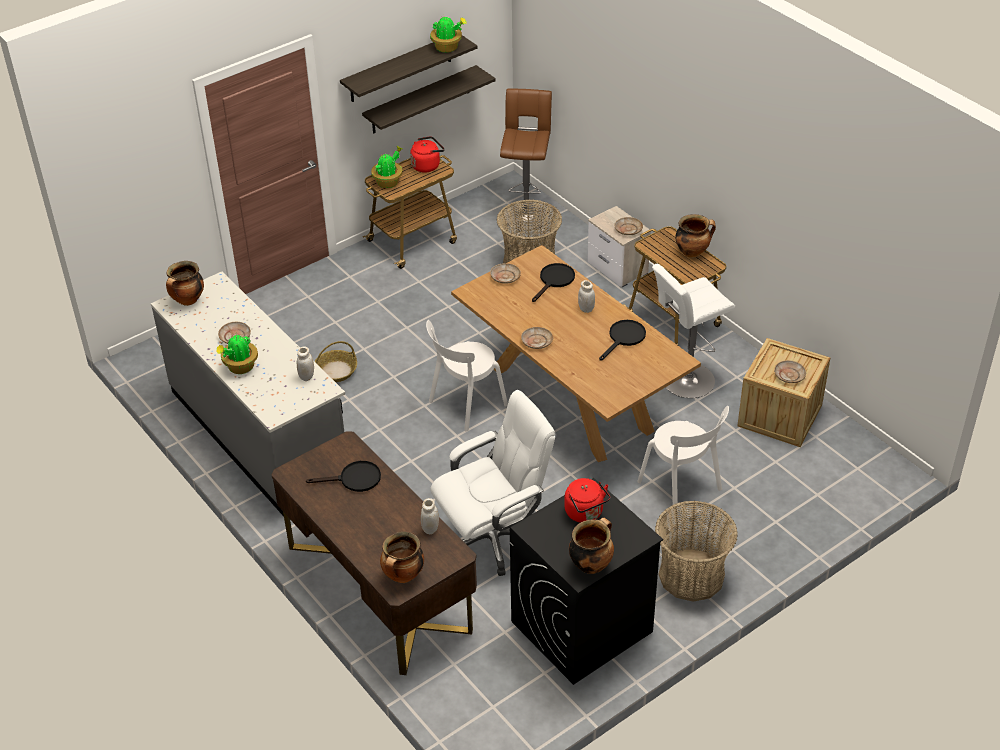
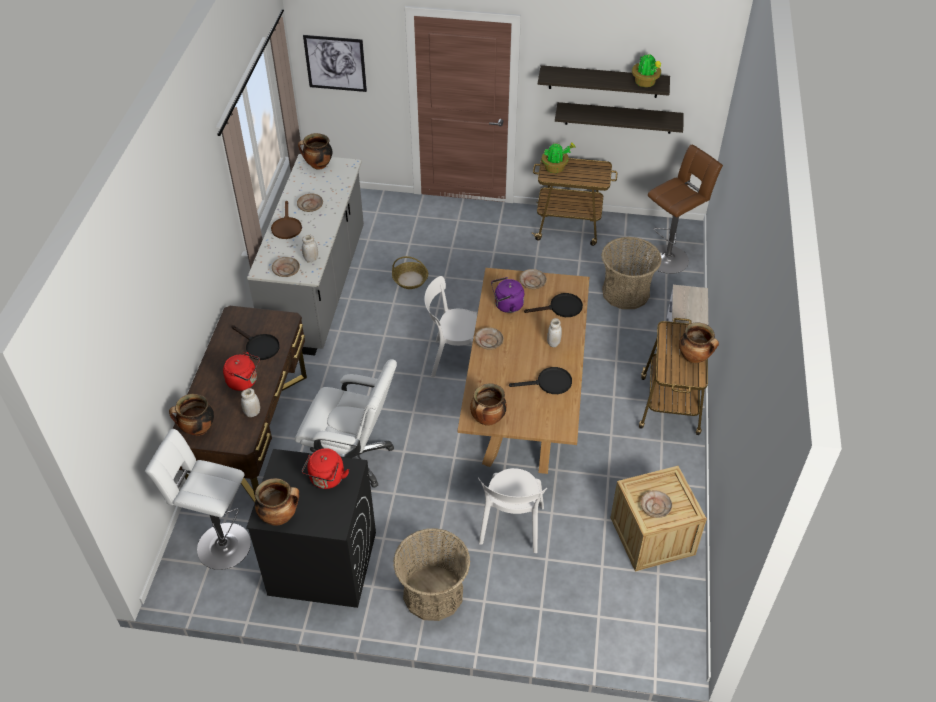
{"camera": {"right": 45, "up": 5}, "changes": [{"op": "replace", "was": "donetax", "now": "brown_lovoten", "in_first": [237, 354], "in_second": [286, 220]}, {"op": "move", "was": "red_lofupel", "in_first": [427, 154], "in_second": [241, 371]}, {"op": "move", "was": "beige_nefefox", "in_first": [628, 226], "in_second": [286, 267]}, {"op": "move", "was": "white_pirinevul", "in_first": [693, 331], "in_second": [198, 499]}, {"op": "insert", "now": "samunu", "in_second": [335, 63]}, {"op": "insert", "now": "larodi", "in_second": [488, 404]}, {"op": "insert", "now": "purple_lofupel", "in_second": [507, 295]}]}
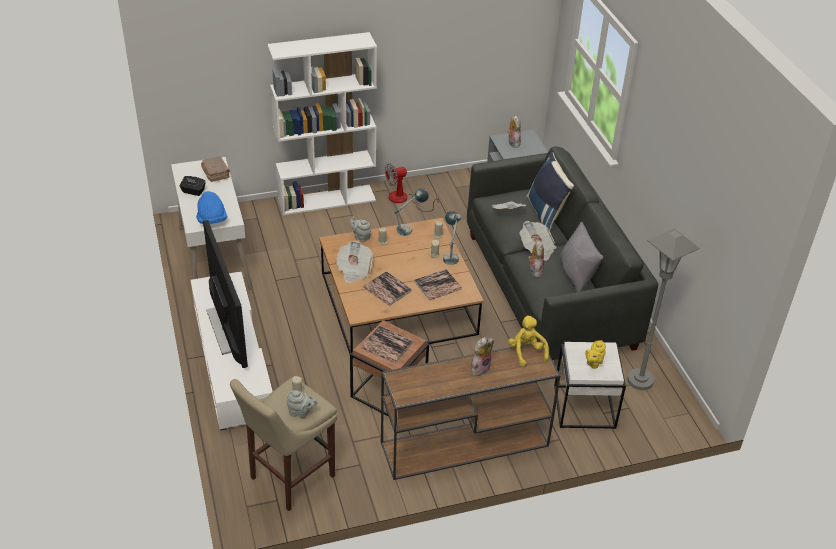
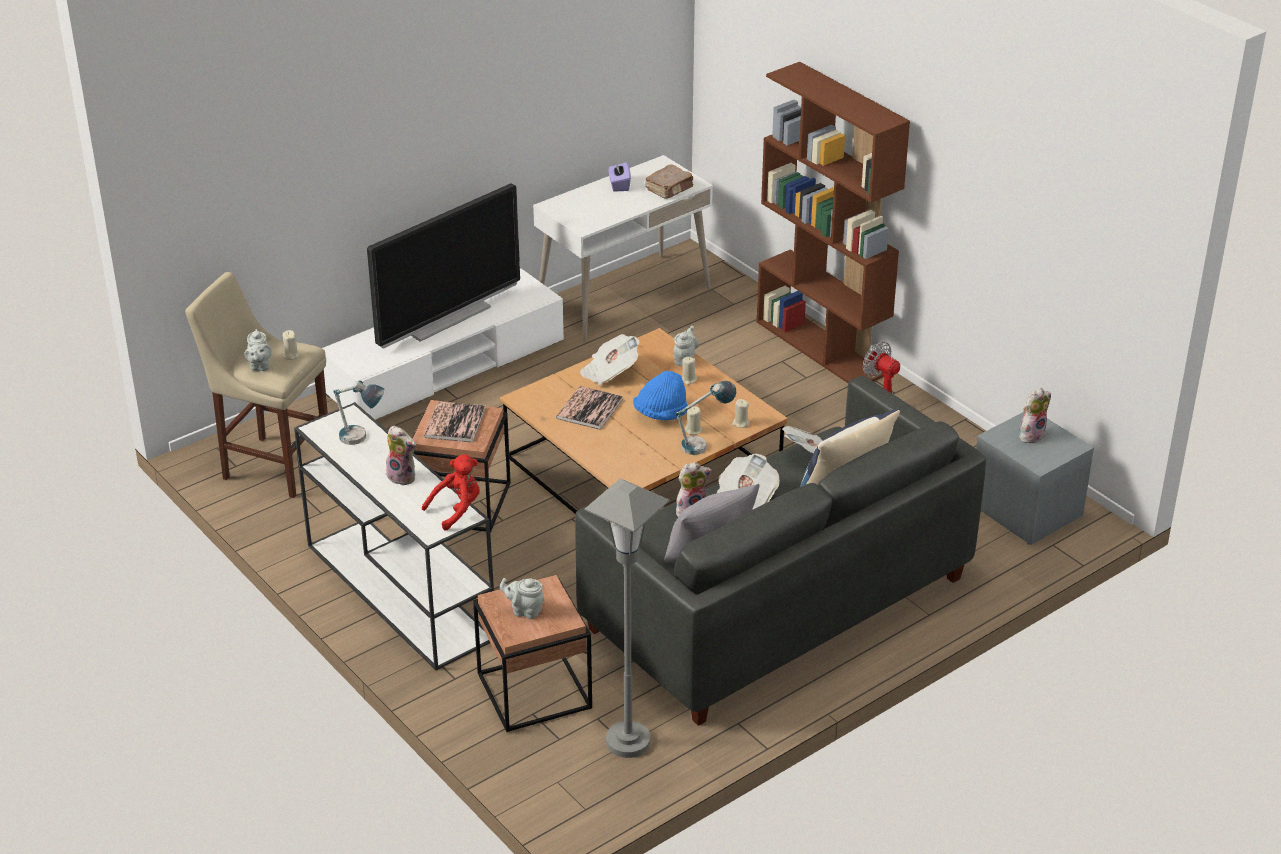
{"camera": {"right": 70, "up": -5}, "changes": [{"op": "recolor", "was": "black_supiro", "now": "purple_supiro", "in_first": [193, 186], "in_second": [619, 176]}, {"op": "move", "was": "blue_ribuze", "in_first": [211, 207], "in_second": [660, 395]}, {"op": "recolor", "was": "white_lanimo", "now": "brown_lanimo", "in_first": [322, 123], "in_second": [833, 222]}, {"op": "recolor", "was": "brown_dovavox", "now": "white_dovavox", "in_first": [470, 410], "in_second": [394, 536]}, {"op": "move", "was": "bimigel", "in_first": [411, 212], "in_second": [358, 413]}, {"op": "delete", "was": "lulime", "in_first": [438, 284]}, {"op": "recolor", "was": "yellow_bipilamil", "now": "red_bipilamil", "in_first": [528, 341], "in_second": [451, 493]}, {"op": "recolor", "was": "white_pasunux", "now": "brown_pasunux", "in_first": [590, 385], "in_second": [532, 653]}, {"op": "recolor", "was": "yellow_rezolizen", "now": "grey_rezolizen", "in_first": [595, 354], "in_second": [522, 598]}]}
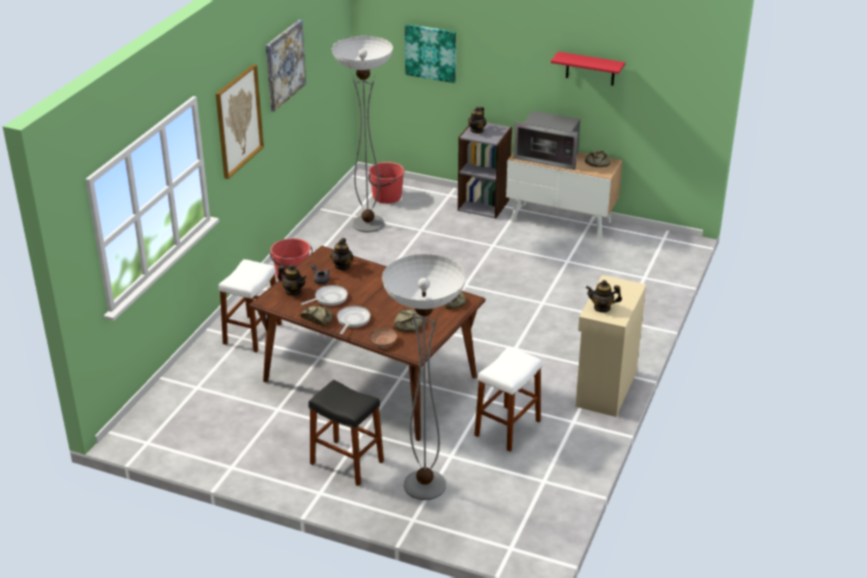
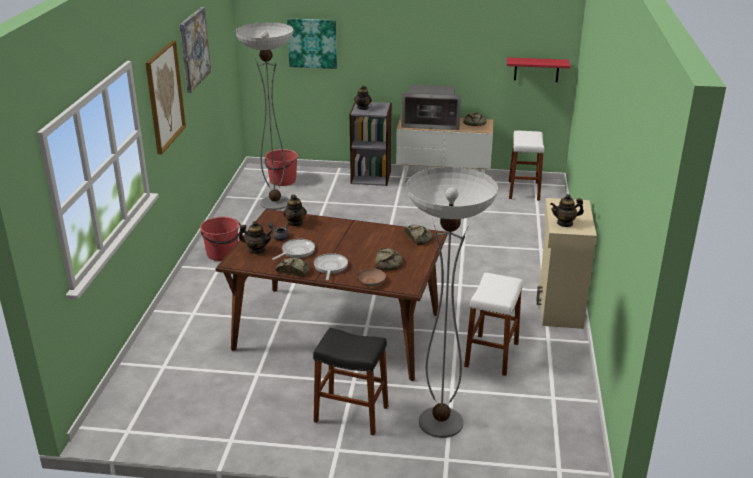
{"camera": {"right": -15, "up": -5}, "changes": [{"op": "move", "was": "white_pirinevul", "in_first": [250, 306], "in_second": [526, 166]}, {"op": "move", "was": "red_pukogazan", "in_first": [588, 69], "in_second": [538, 69]}]}
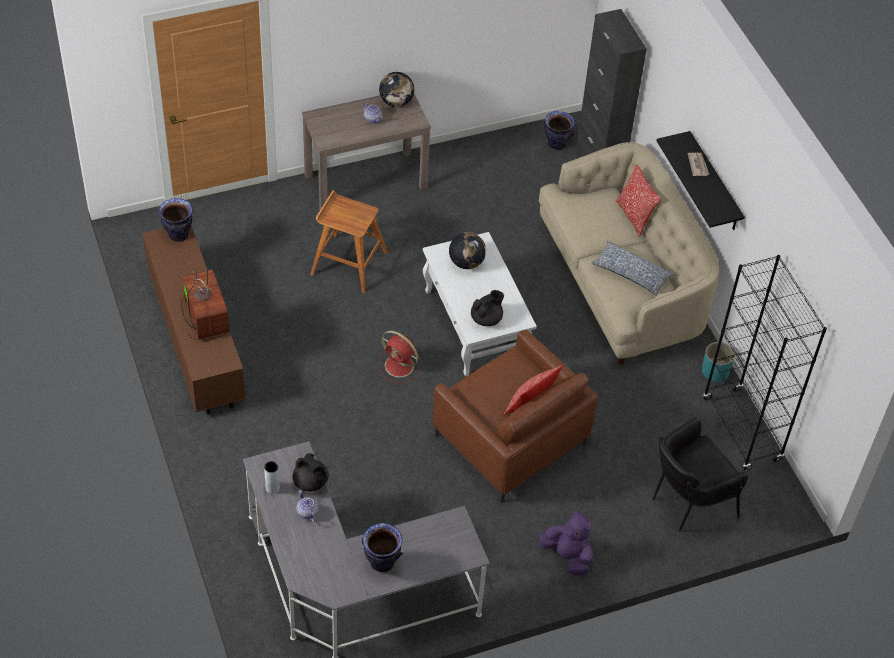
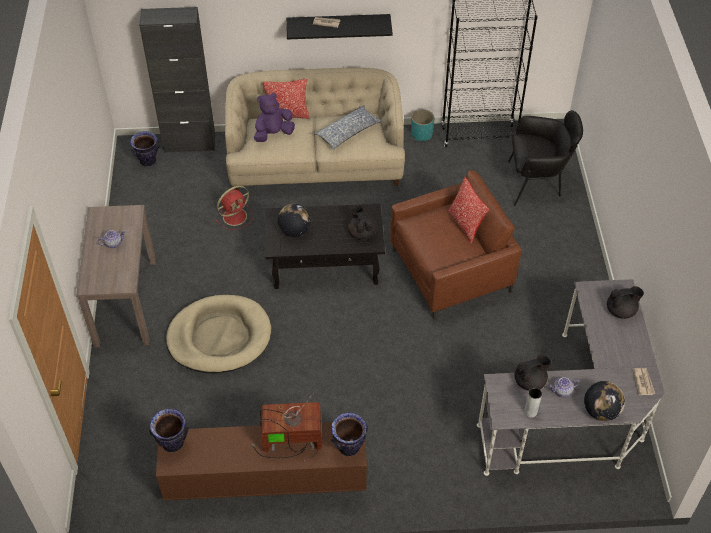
{"camera": {"right": -70, "up": 0}, "changes": [{"op": "replace", "was": "brown_pirinevul", "now": "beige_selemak", "in_first": [349, 241], "in_second": [218, 334]}, {"op": "move", "was": "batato", "in_first": [382, 547], "in_second": [349, 434]}, {"op": "move", "was": "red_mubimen", "in_first": [400, 357], "in_second": [234, 208]}, {"op": "move", "was": "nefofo", "in_first": [396, 89], "in_second": [604, 401]}, {"op": "recolor", "was": "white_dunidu", "now": "black_dunidu", "in_first": [480, 304], "in_second": [325, 246]}, {"op": "move", "was": "purple_bipilamil", "in_first": [566, 542], "in_second": [274, 117]}, {"op": "rotate", "was": "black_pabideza", "in_first": [700, 474], "in_second": [545, 158], "clockwise": -75}, {"op": "insert", "now": "black_rezolizen", "in_second": [625, 302]}, {"op": "insert", "now": "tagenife", "in_second": [643, 381]}]}
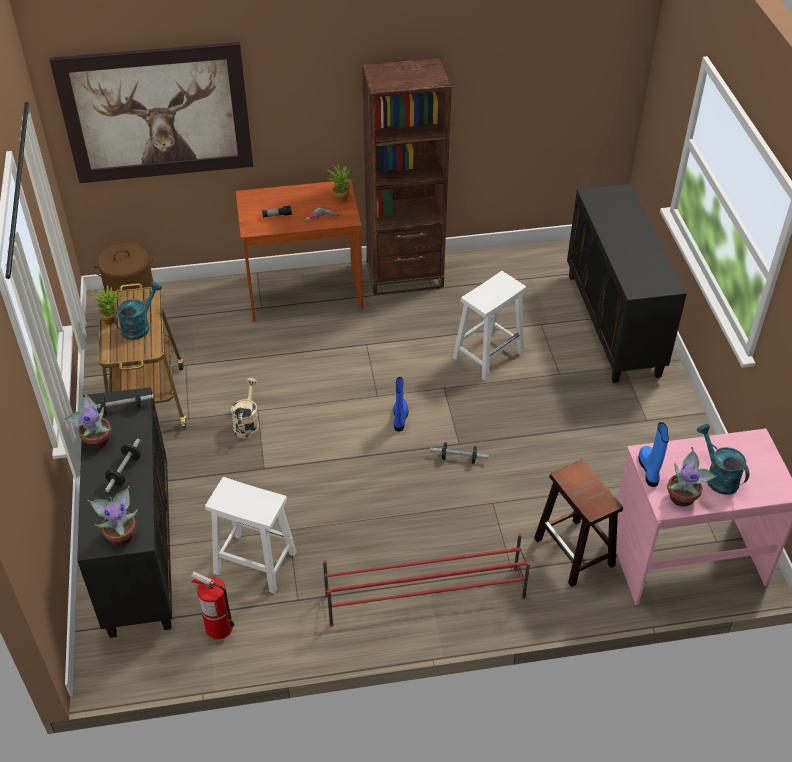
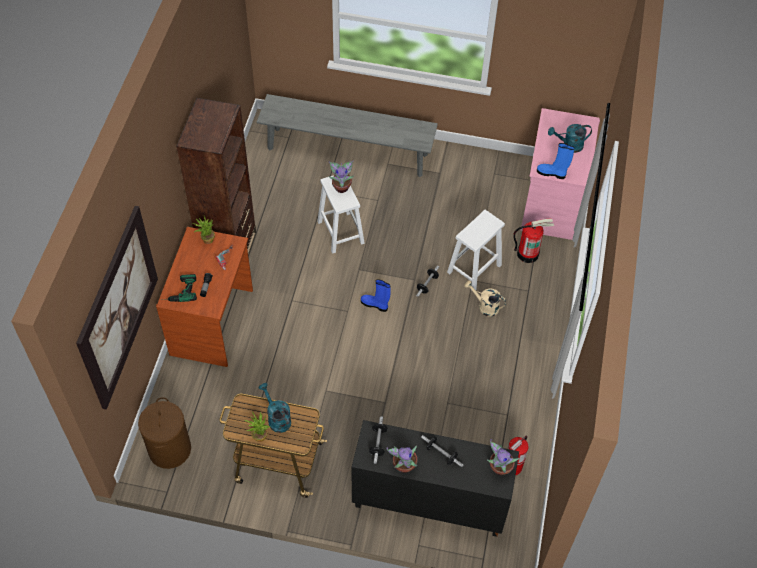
{"camera": {"right": -70, "up": 10}, "changes": [{"op": "move", "was": "white_pirinevul", "in_first": [251, 535], "in_second": [476, 250]}, {"op": "move", "was": "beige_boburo", "in_first": [245, 408], "in_second": [485, 298]}, {"op": "delete", "was": "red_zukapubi", "in_first": [426, 580]}, {"op": "replace", "was": "brown_pirinevul", "now": "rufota", "in_first": [578, 523], "in_second": [533, 241]}, {"op": "replace", "was": "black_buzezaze", "now": "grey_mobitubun", "in_first": [627, 283], "in_second": [347, 135]}, {"op": "move", "was": "donetax", "in_first": [692, 477], "in_second": [341, 176]}, {"op": "insert", "now": "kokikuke", "in_second": [179, 288]}]}
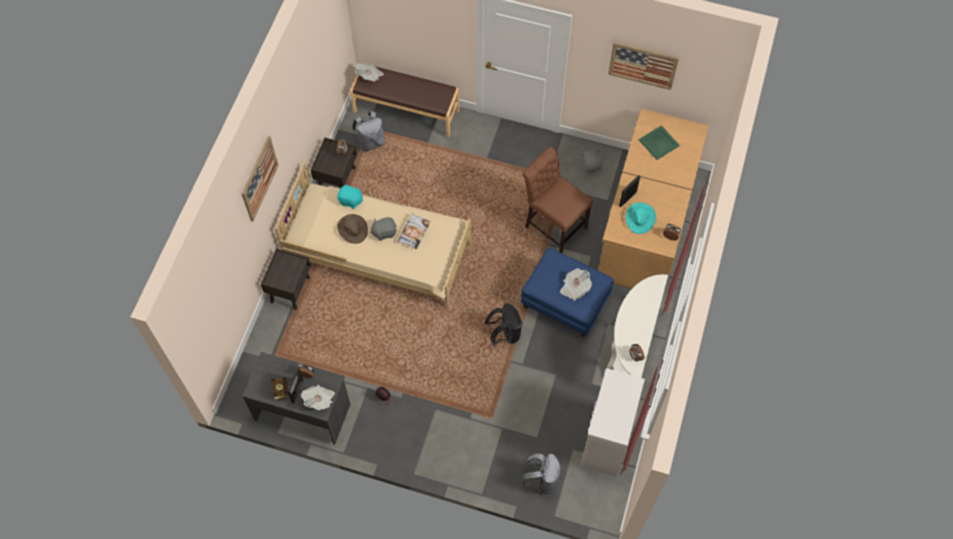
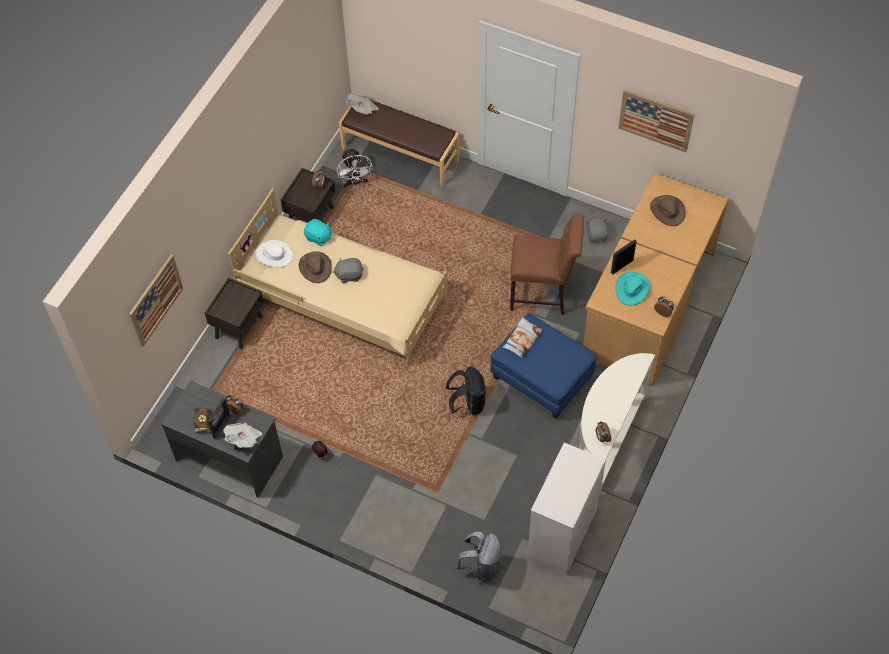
{"camera": {"right": 10, "up": -5}, "changes": [{"op": "move", "was": "samunu", "in_first": [260, 178], "in_second": [156, 300]}, {"op": "replace", "was": "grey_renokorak", "now": "white_mubimen", "in_first": [368, 131], "in_second": [355, 167]}, {"op": "move", "was": "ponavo", "in_first": [414, 231], "in_second": [523, 337]}, {"op": "rotate", "was": "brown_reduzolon", "in_first": [557, 199], "in_second": [547, 264], "clockwise": 135}, {"op": "delete", "was": "tagenife", "in_first": [576, 284]}, {"op": "replace", "was": "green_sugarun", "now": "brown_ribuze", "in_first": [659, 142], "in_second": [667, 210]}, {"op": "insert", "now": "white_ribuze", "in_second": [274, 253]}]}
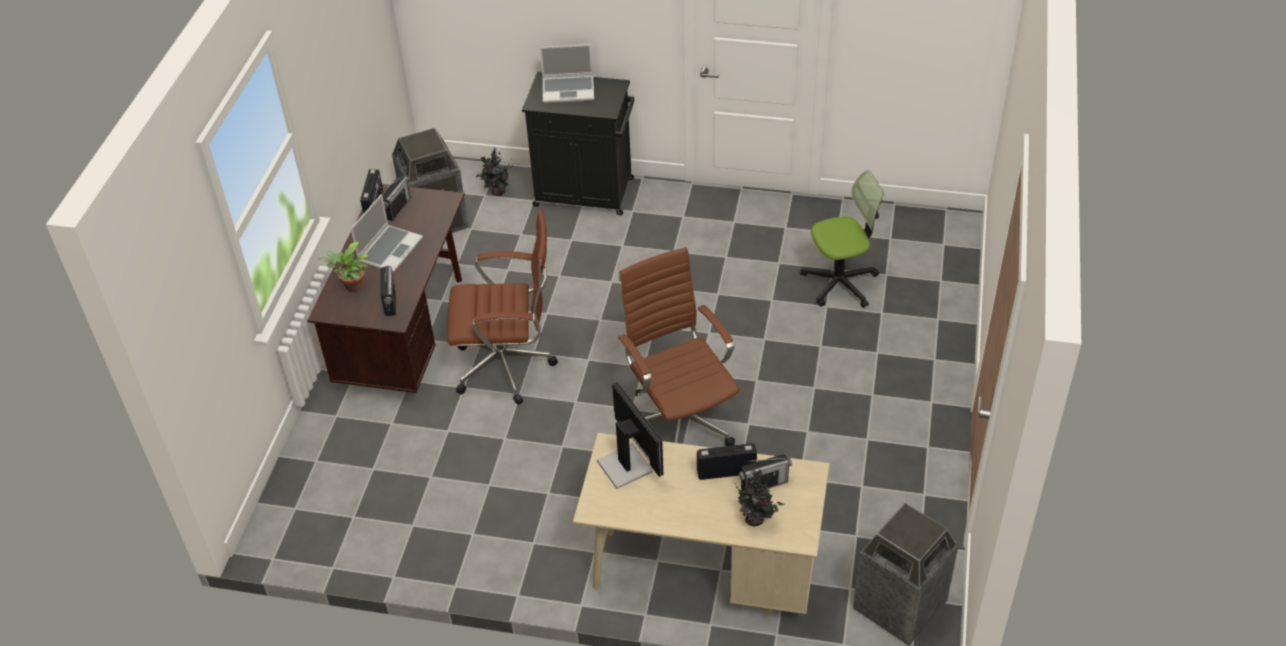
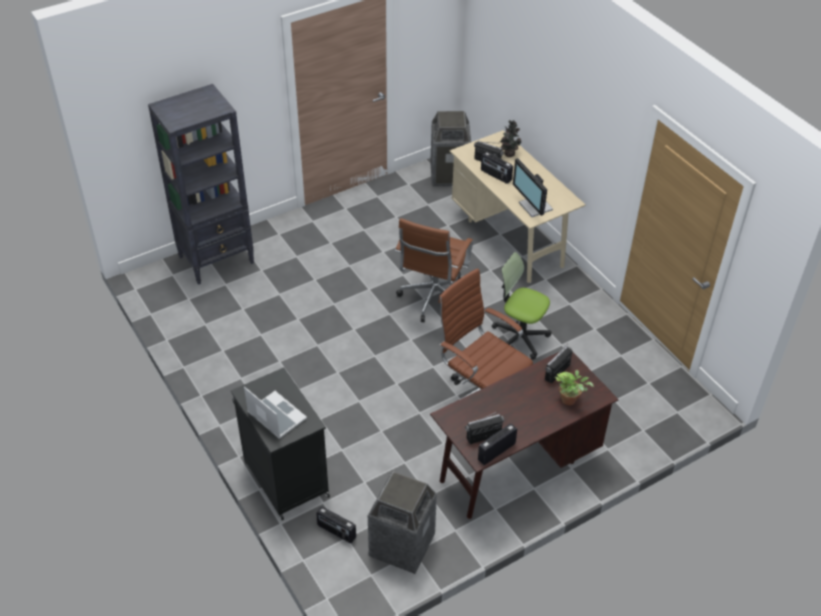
{"camera": {"right": -135, "up": 0}, "changes": [{"op": "delete", "was": "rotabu", "in_first": [387, 233]}, {"op": "replace", "was": "donetax", "now": "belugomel", "in_first": [494, 172], "in_second": [336, 524]}, {"op": "rotate", "was": "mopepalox", "in_first": [630, 435], "in_second": [533, 187], "clockwise": -45}, {"op": "move", "was": "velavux", "in_first": [842, 239], "in_second": [522, 306]}, {"op": "insert", "now": "black_lanimo", "in_second": [201, 184]}]}
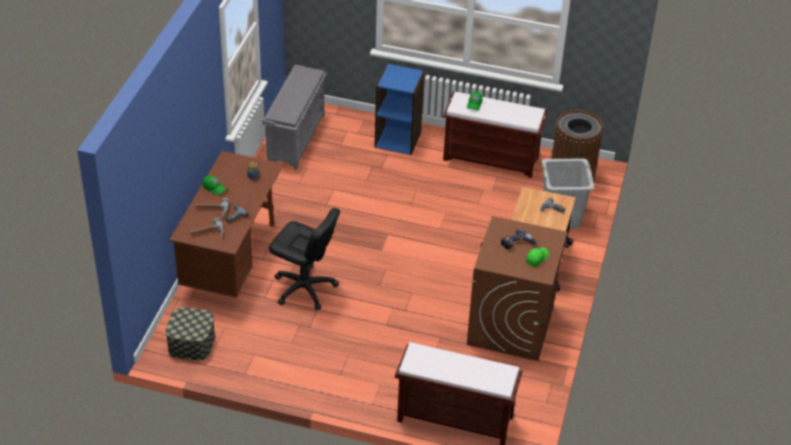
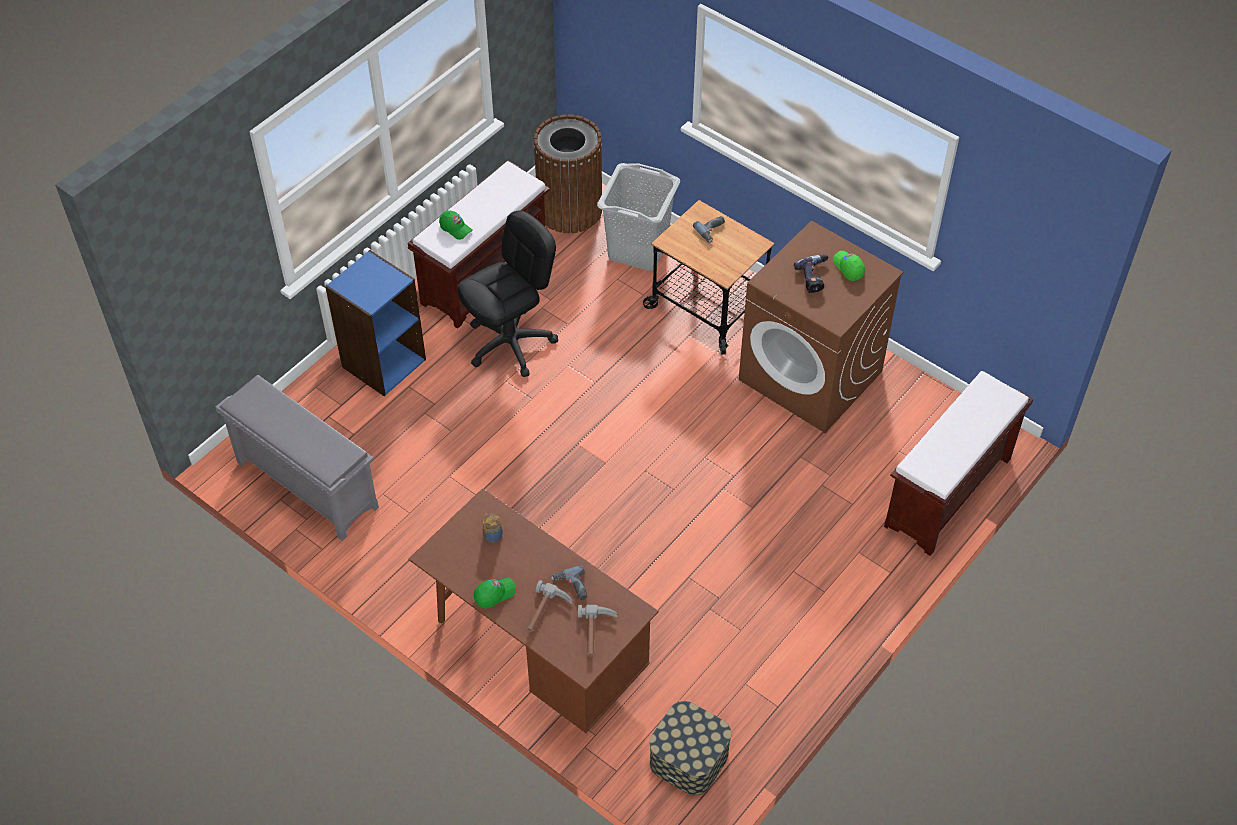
{"camera": {"right": -65, "up": 10}, "changes": [{"op": "move", "was": "black_velavux", "in_first": [304, 259], "in_second": [508, 293]}]}
